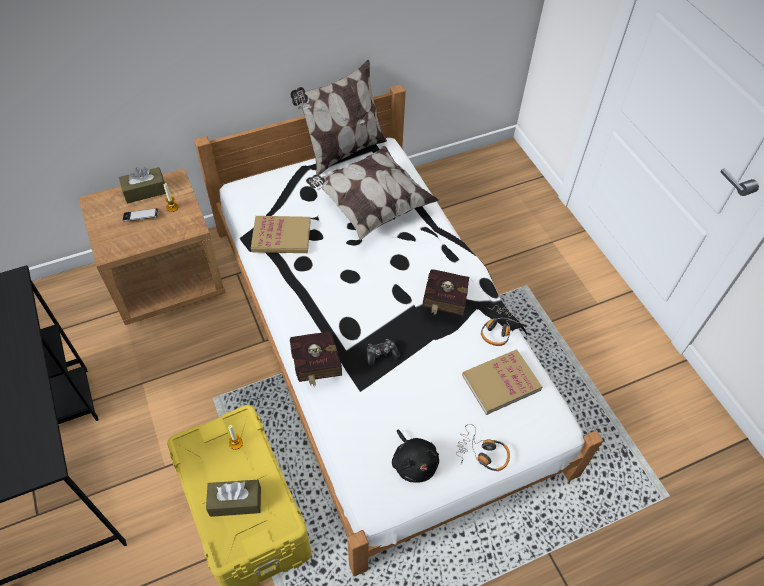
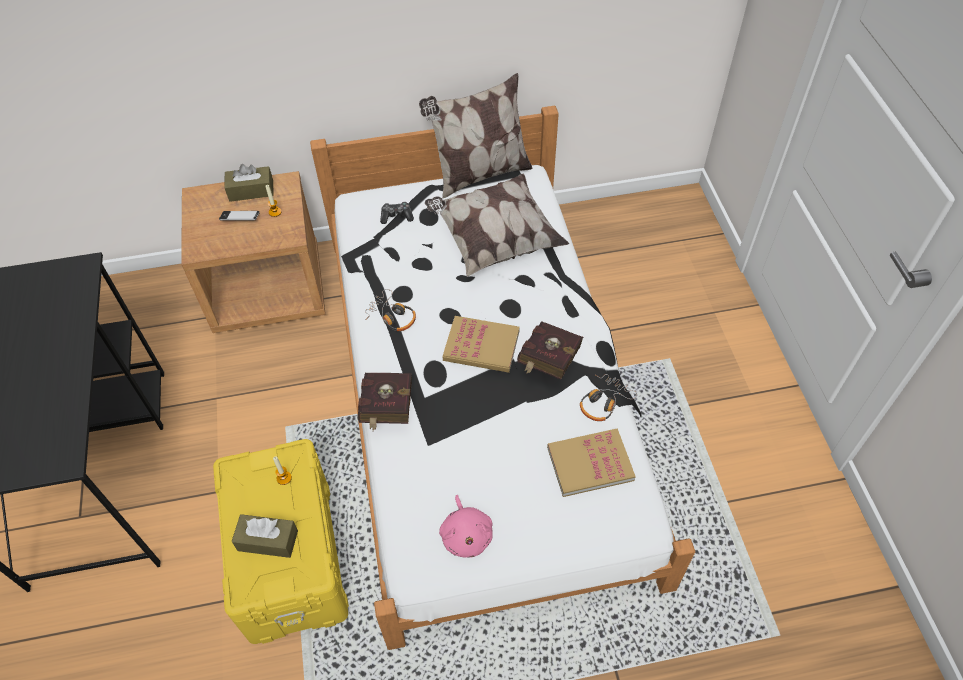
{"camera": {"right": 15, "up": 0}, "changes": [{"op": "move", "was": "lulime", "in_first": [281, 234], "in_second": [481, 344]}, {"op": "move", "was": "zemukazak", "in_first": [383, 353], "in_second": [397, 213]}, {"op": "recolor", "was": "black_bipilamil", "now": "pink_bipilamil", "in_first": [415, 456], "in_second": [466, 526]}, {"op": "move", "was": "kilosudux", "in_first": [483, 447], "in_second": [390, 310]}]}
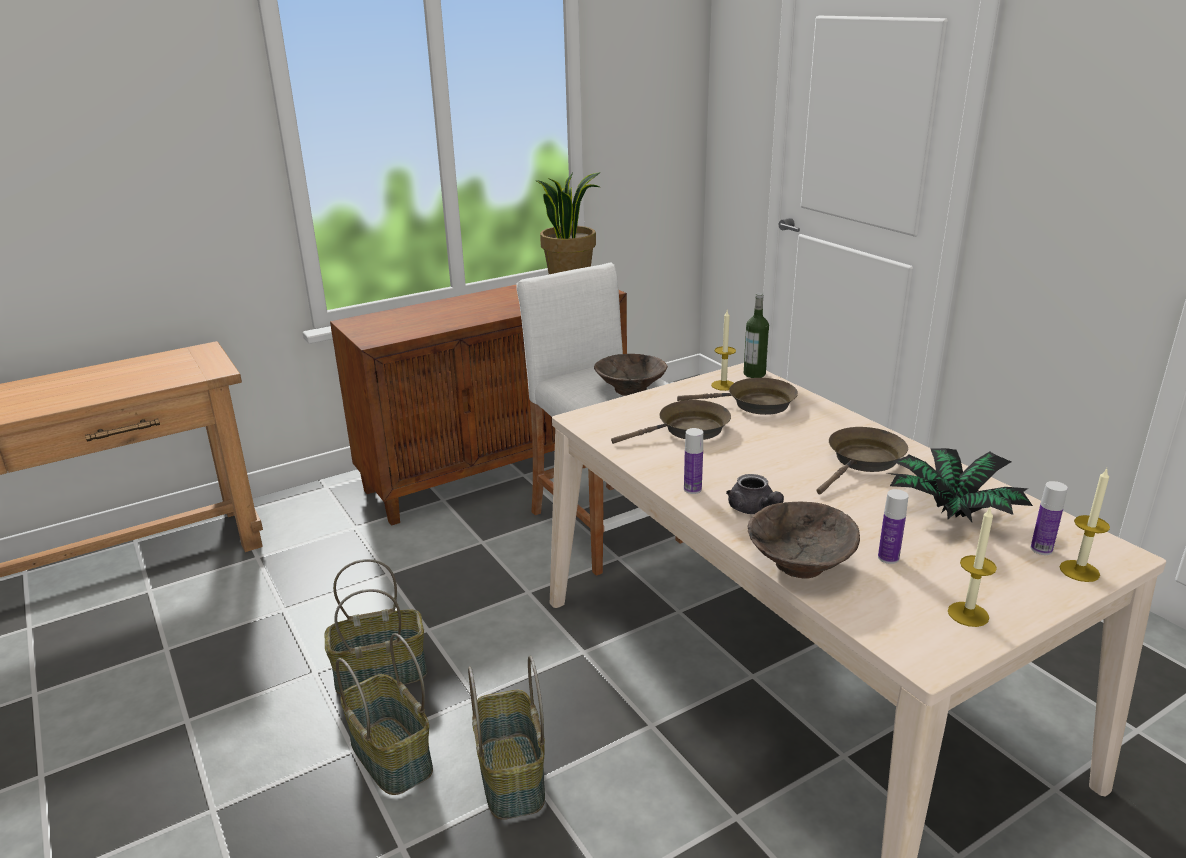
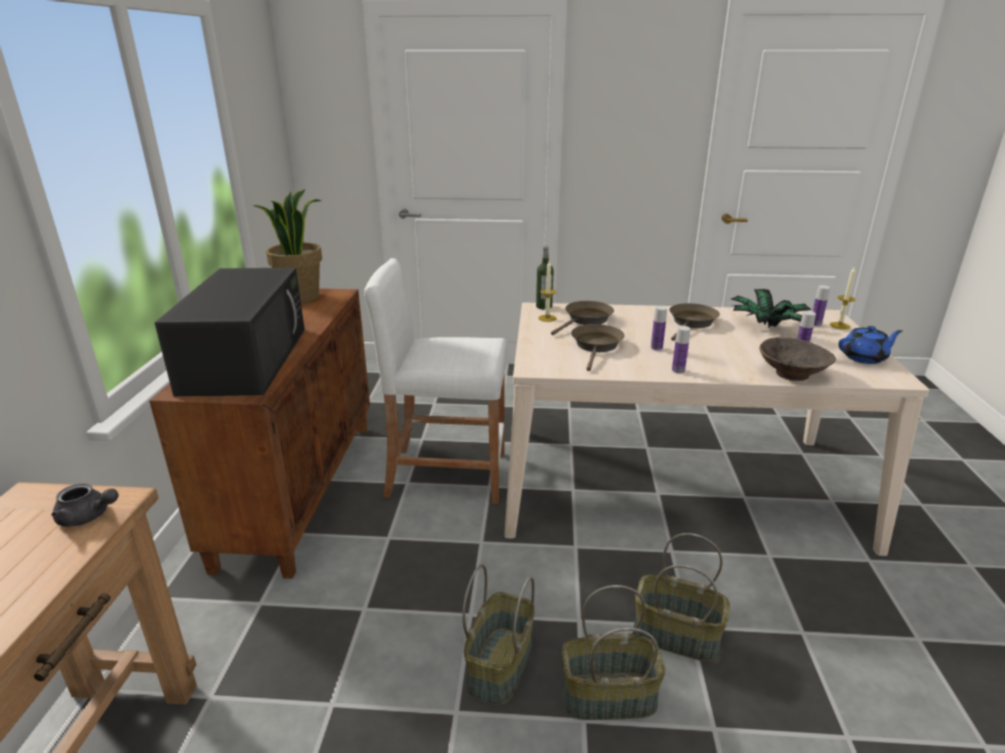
{"camera": {"right": -55, "up": 0}, "changes": [{"op": "delete", "was": "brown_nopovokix", "in_first": [631, 375]}, {"op": "move", "was": "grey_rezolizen", "in_first": [755, 494], "in_second": [85, 505]}, {"op": "rotate", "was": "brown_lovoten", "in_first": [862, 460], "in_second": [694, 322], "clockwise": 45}, {"op": "replace", "was": "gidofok", "now": "blue_rezolizen", "in_first": [972, 566], "in_second": [870, 345]}, {"op": "insert", "now": "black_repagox", "in_second": [230, 332]}, {"op": "insert", "now": "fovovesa", "in_second": [659, 328]}]}
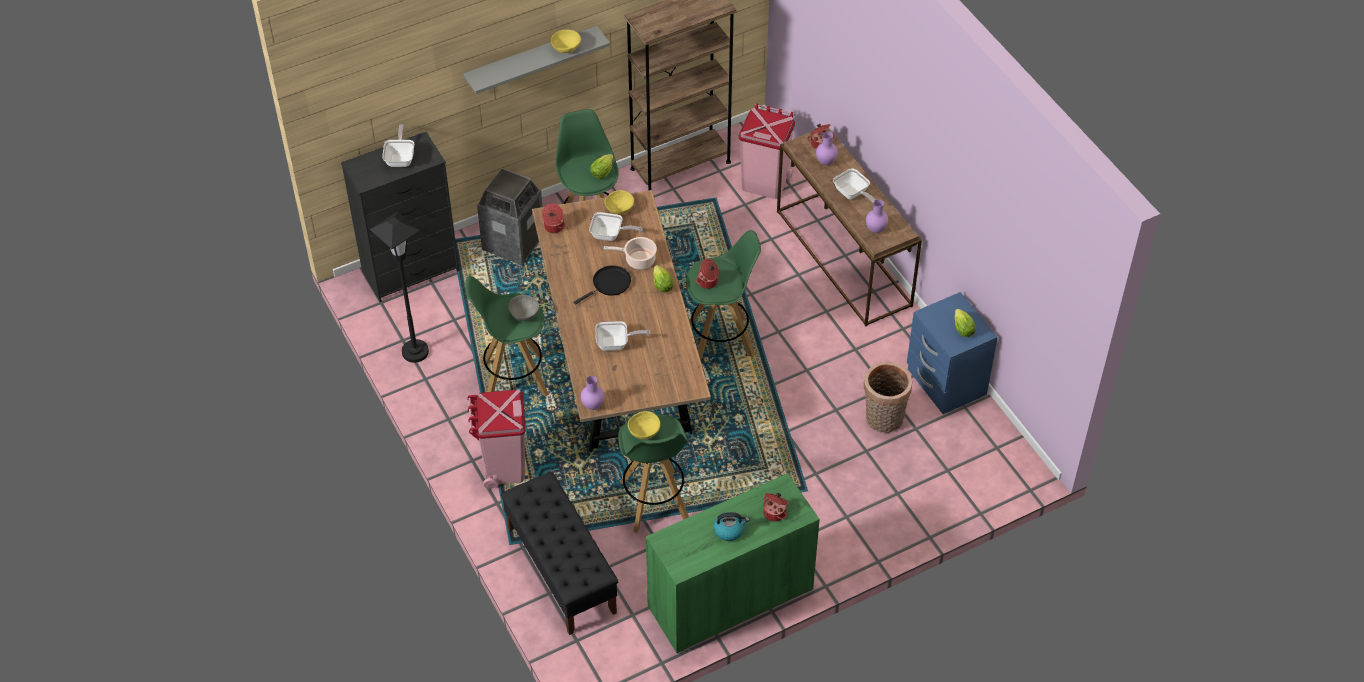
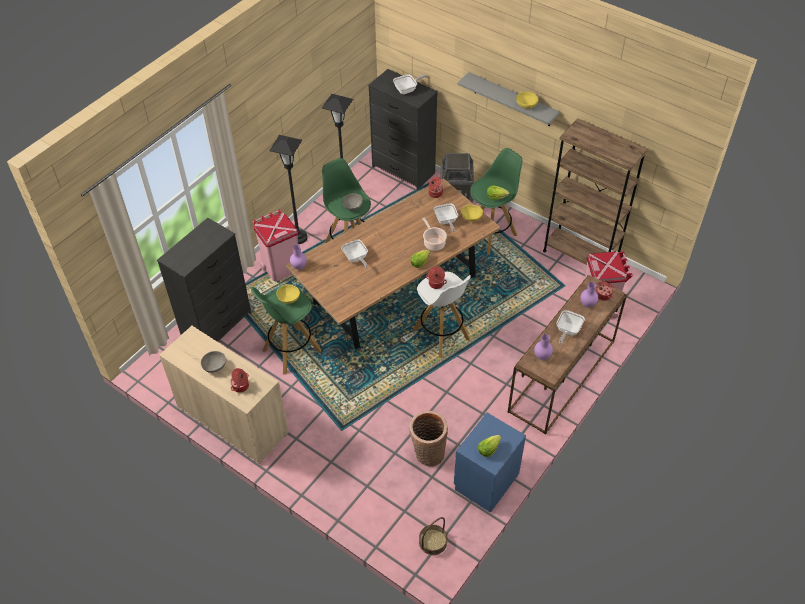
{"camera": {"right": 65, "up": 0}, "changes": [{"op": "replace", "was": "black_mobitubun", "now": "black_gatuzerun", "in_first": [559, 553], "in_second": [204, 280]}, {"op": "delete", "was": "black_lovoten", "in_first": [602, 285]}, {"op": "recolor", "was": "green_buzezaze", "now": "beige_buzezaze", "in_first": [733, 563], "in_second": [224, 395]}, {"op": "recolor", "was": "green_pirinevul", "now": "white_pirinevul", "in_first": [723, 295], "in_second": [442, 315]}, {"op": "replace", "was": "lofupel", "now": "grey_nopovokix", "in_first": [731, 526], "in_second": [213, 362]}, {"op": "insert", "now": "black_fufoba", "in_second": [288, 189]}, {"op": "insert", "now": "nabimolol", "in_second": [433, 536]}]}
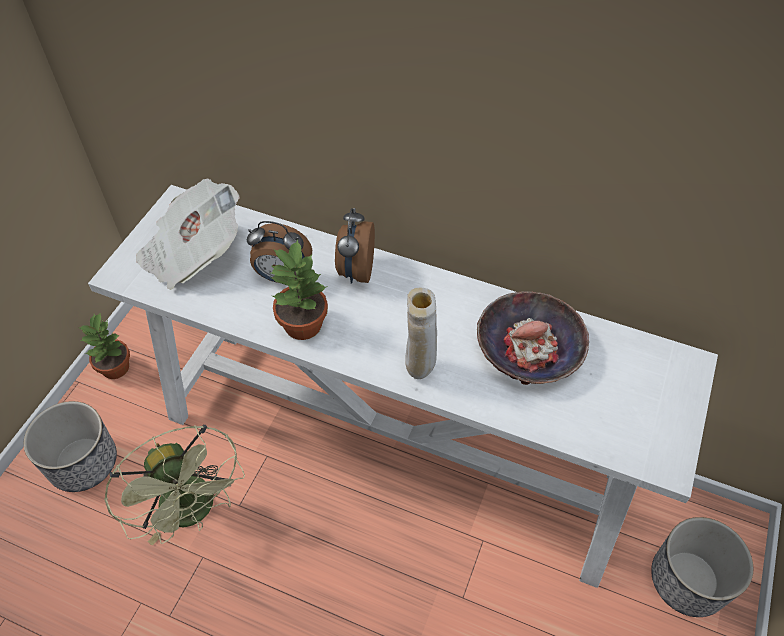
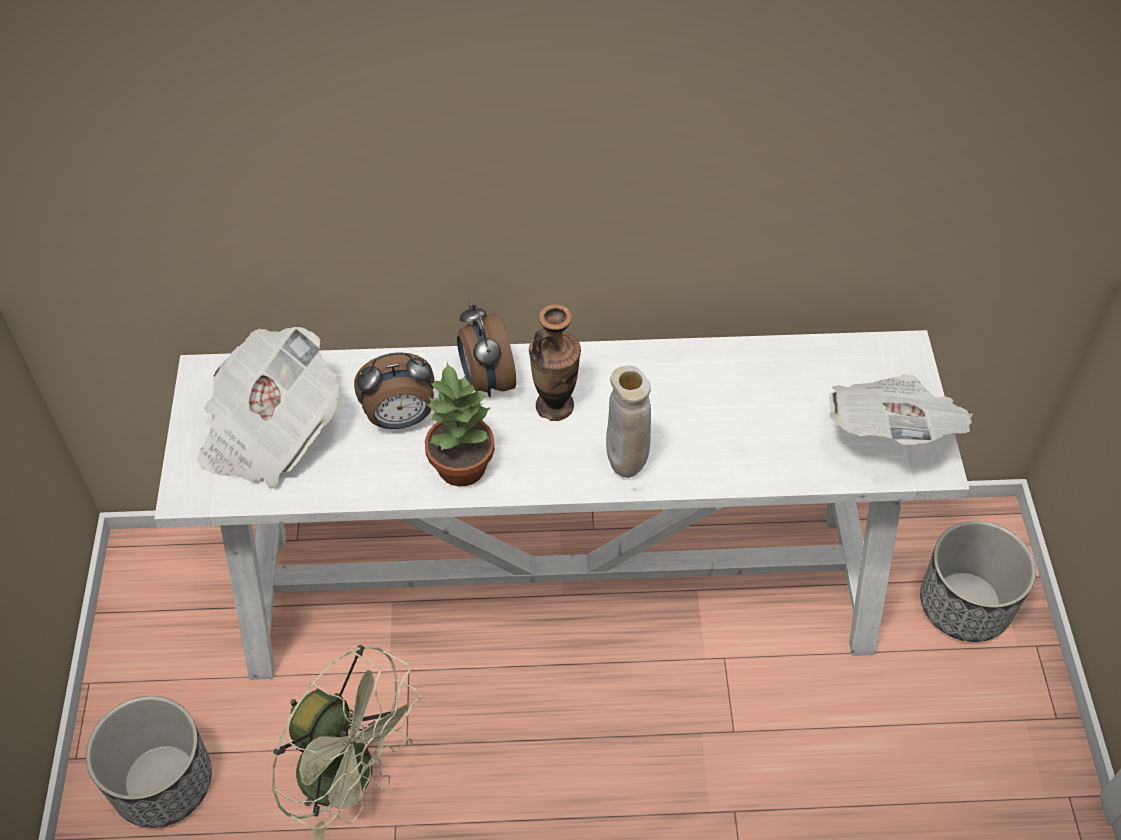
{"camera": {"right": -25, "up": 0}, "changes": [{"op": "delete", "was": "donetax", "in_first": [104, 345]}, {"op": "delete", "was": "nopovokix", "in_first": [533, 338]}, {"op": "insert", "now": "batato", "in_second": [555, 362]}, {"op": "insert", "now": "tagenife", "in_second": [901, 409]}]}
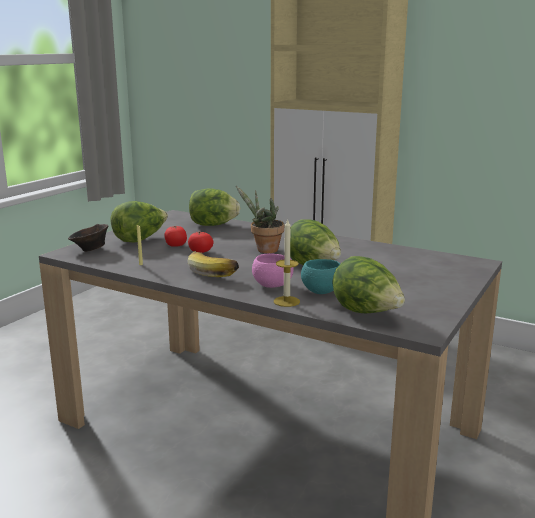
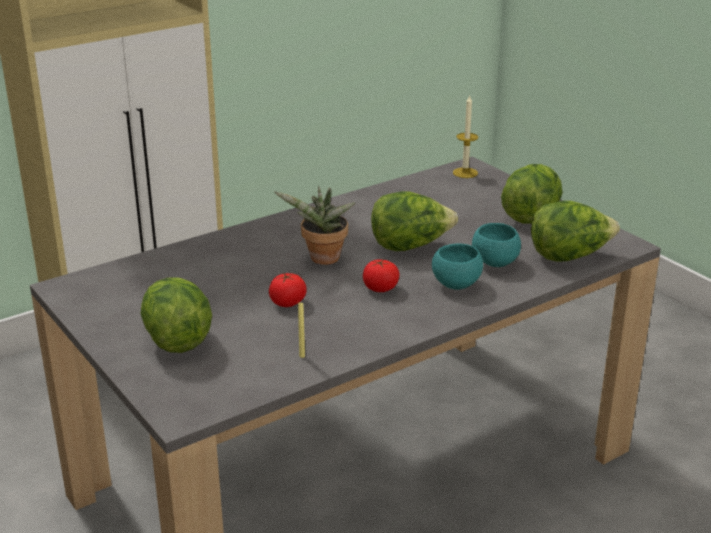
{"camera": {"right": -65, "up": 10}, "changes": [{"op": "delete", "was": "brown_nopovokix", "in_first": [88, 238]}, {"op": "move", "was": "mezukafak", "in_first": [175, 236], "in_second": [381, 275]}, {"op": "delete", "was": "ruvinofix", "in_first": [213, 264]}, {"op": "move", "was": "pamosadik", "in_first": [214, 207], "in_second": [531, 194]}, {"op": "recolor", "was": "pink_nopovokix", "now": "turquoise_nopovokix", "in_first": [273, 270], "in_second": [457, 266]}, {"op": "move", "was": "gidofok", "in_first": [287, 262], "in_second": [465, 136]}]}
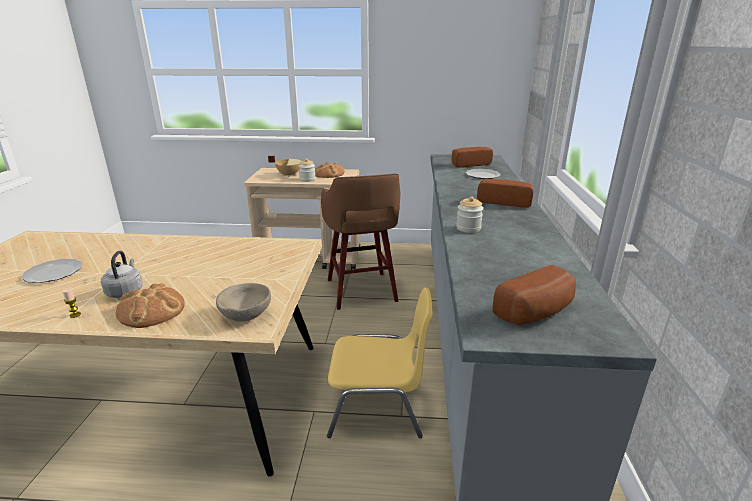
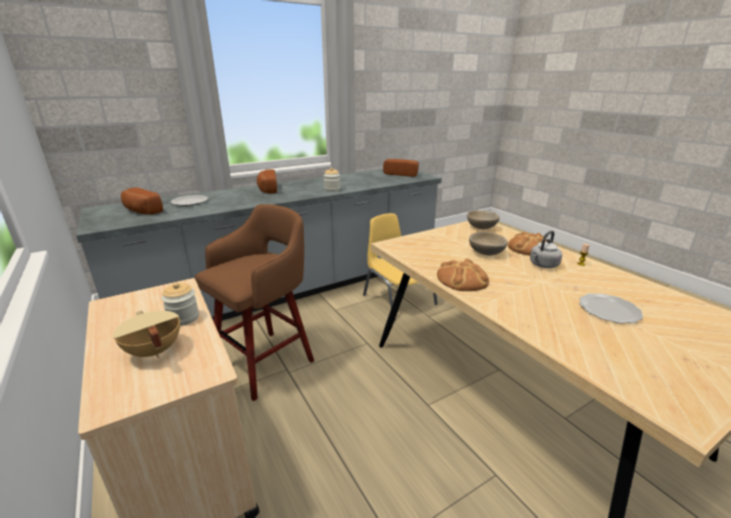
{"camera": {"right": -125, "up": 0}, "changes": [{"op": "move", "was": "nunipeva", "in_first": [330, 170], "in_second": [463, 275]}, {"op": "insert", "now": "beige_nopovokix", "in_second": [488, 243]}]}
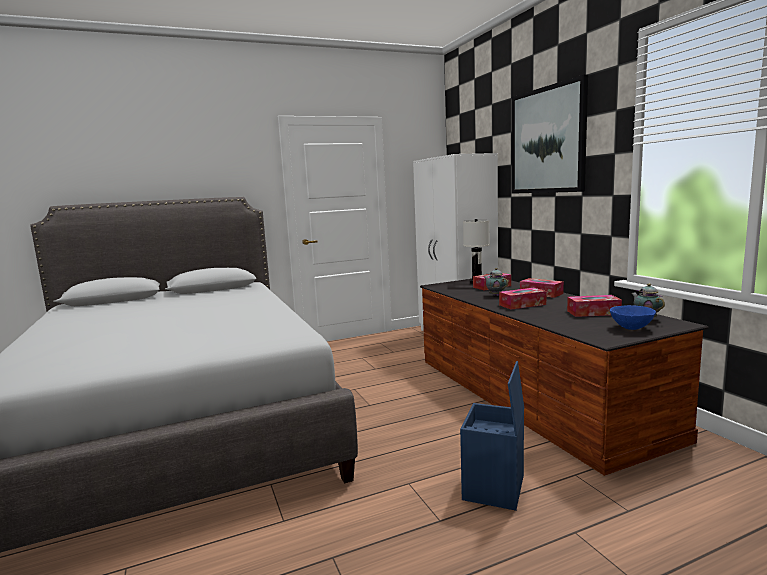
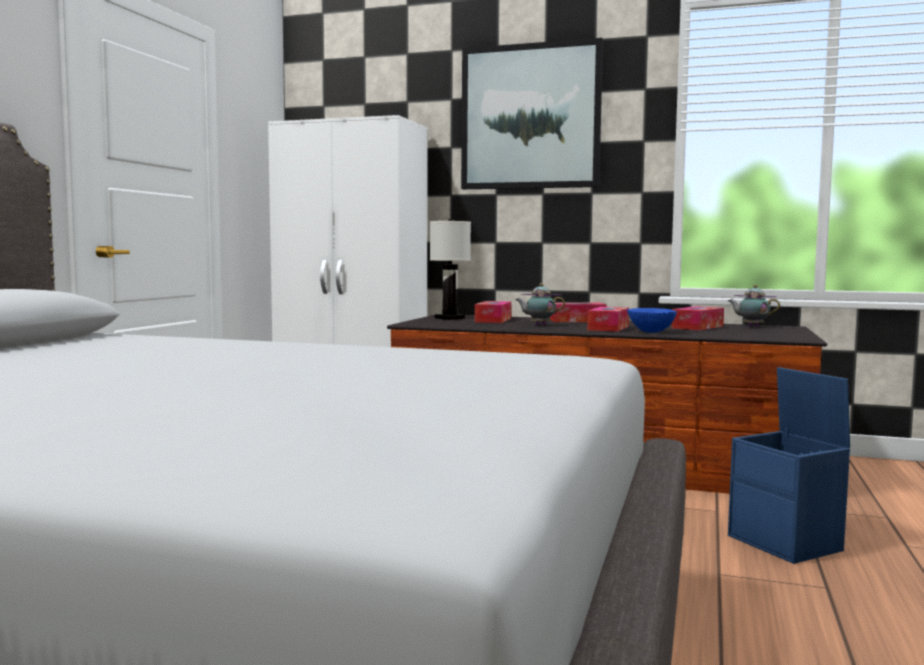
{"camera": {"right": -50, "up": -5}, "changes": [{"op": "move", "was": "blue_nopovokix", "in_first": [633, 317], "in_second": [652, 320]}]}
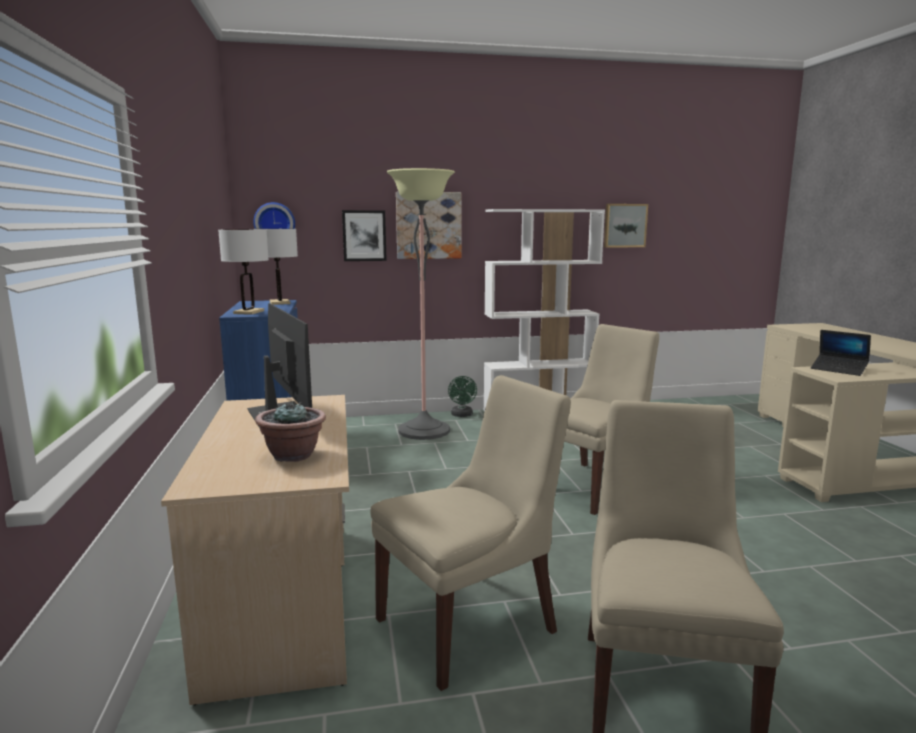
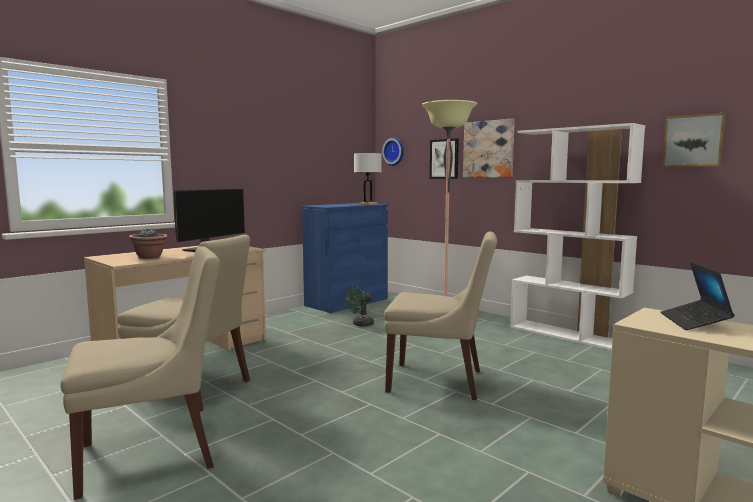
{"camera": {"right": 55, "up": -5}, "changes": [{"op": "delete", "was": "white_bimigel", "in_first": [243, 272]}, {"op": "move", "was": "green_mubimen", "in_first": [462, 396], "in_second": [360, 306]}]}
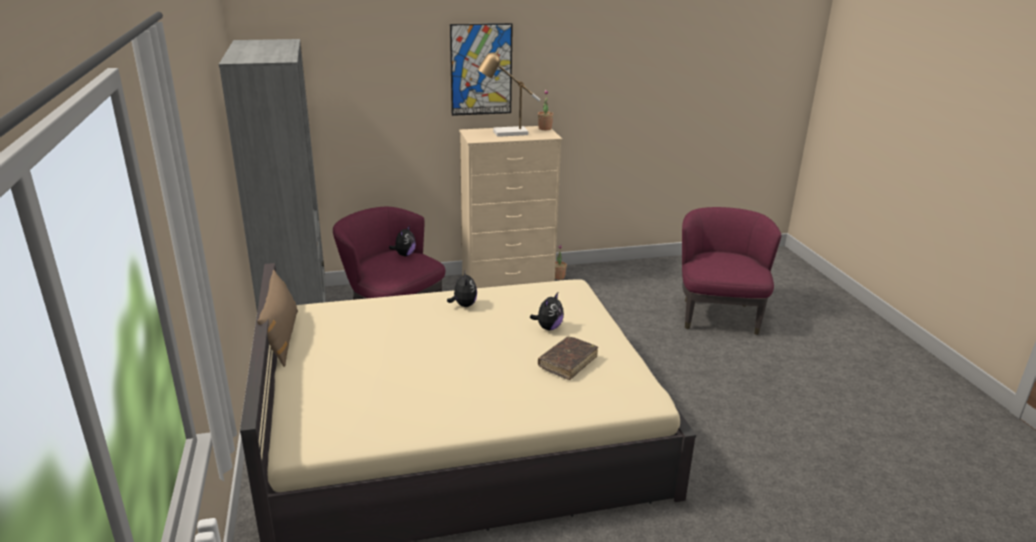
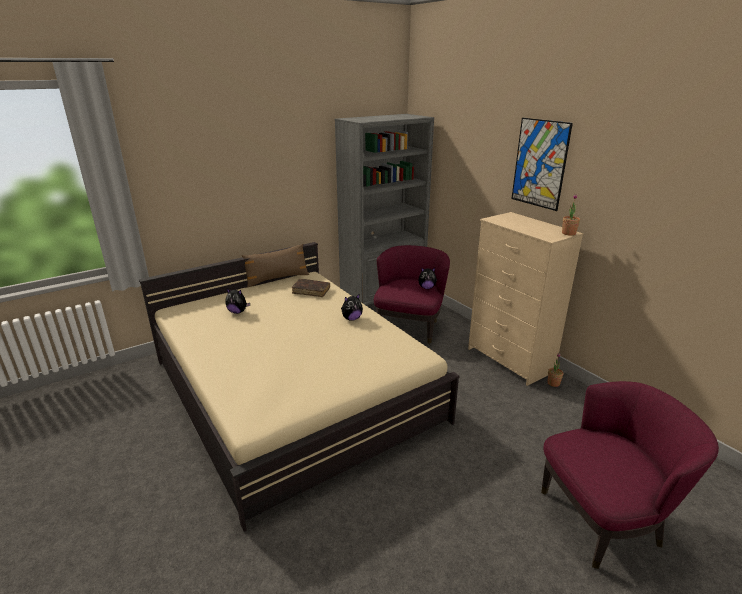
{"camera": {"right": 70, "up": 0}, "changes": [{"op": "delete", "was": "bimigel", "in_first": [508, 94]}, {"op": "move", "was": "bipilamil", "in_first": [547, 311], "in_second": [238, 301]}, {"op": "move", "was": "brown_lulime", "in_first": [568, 358], "in_second": [311, 288]}]}
